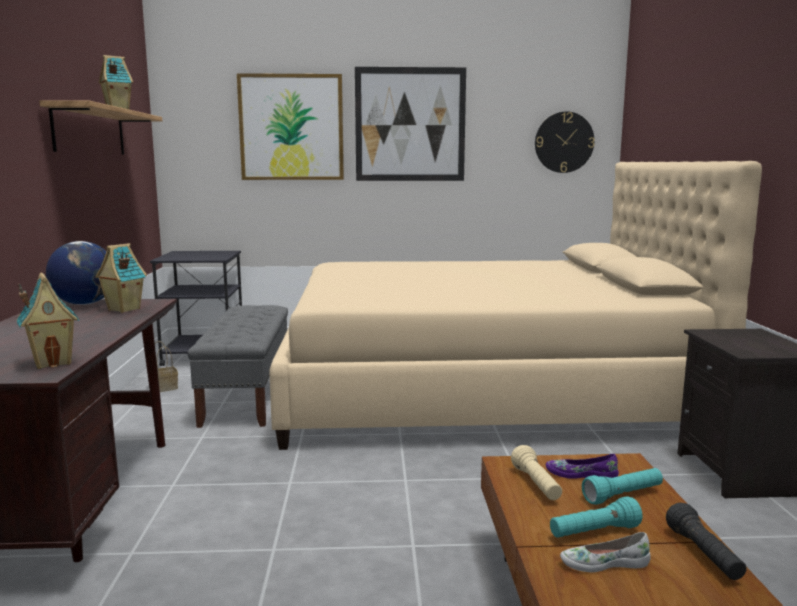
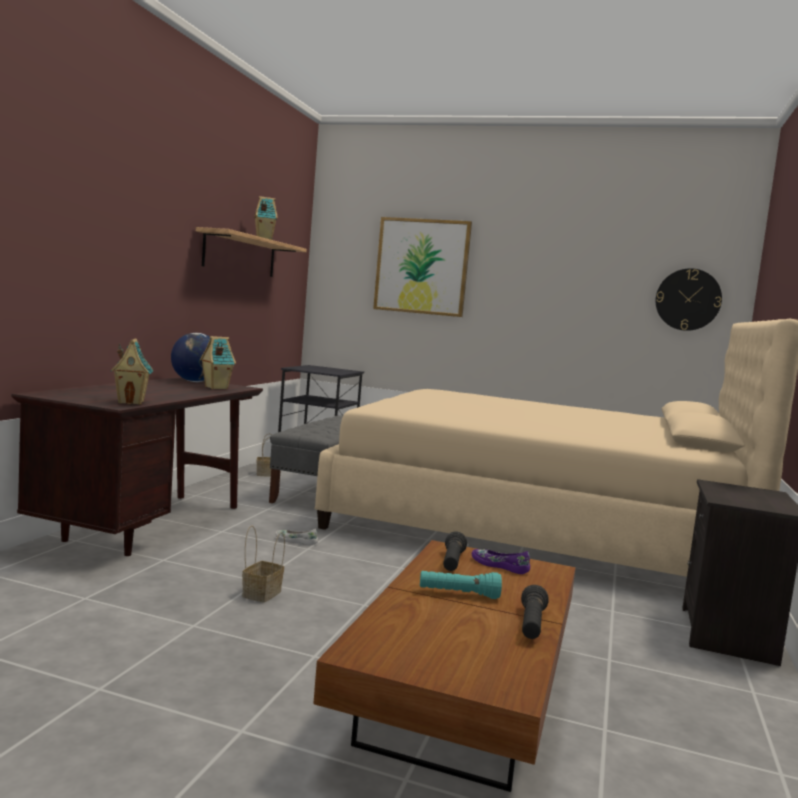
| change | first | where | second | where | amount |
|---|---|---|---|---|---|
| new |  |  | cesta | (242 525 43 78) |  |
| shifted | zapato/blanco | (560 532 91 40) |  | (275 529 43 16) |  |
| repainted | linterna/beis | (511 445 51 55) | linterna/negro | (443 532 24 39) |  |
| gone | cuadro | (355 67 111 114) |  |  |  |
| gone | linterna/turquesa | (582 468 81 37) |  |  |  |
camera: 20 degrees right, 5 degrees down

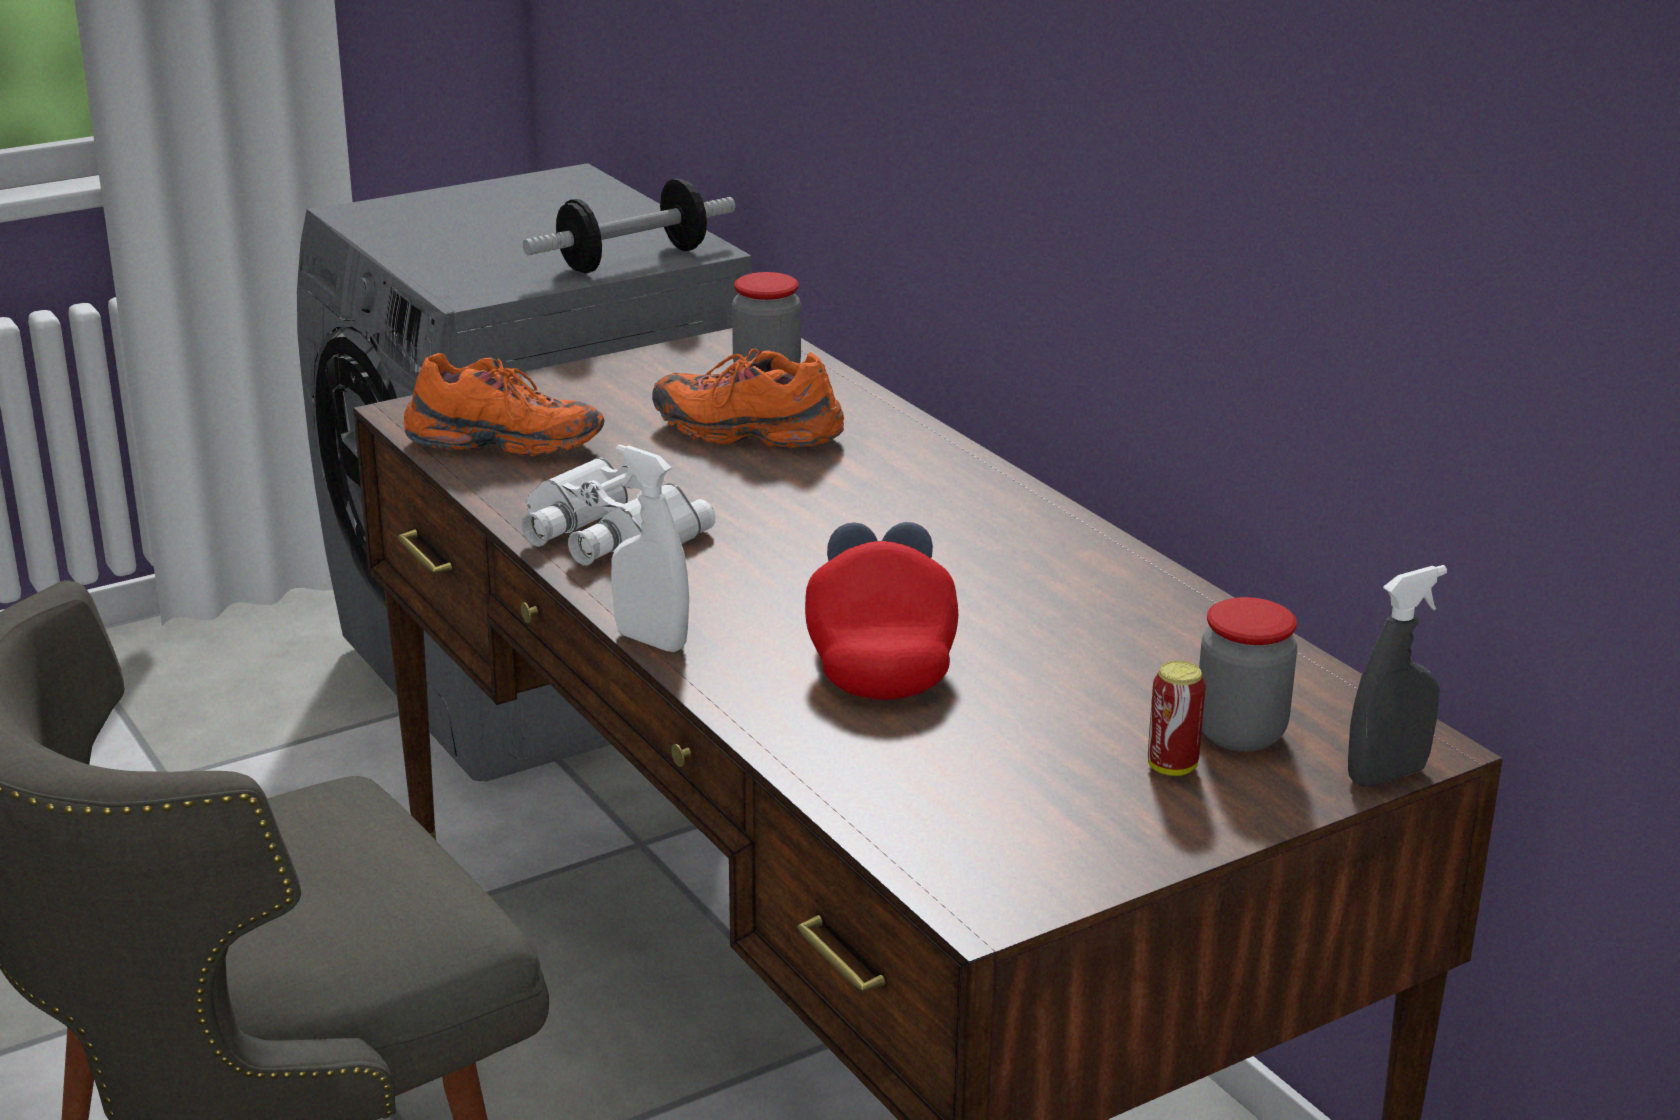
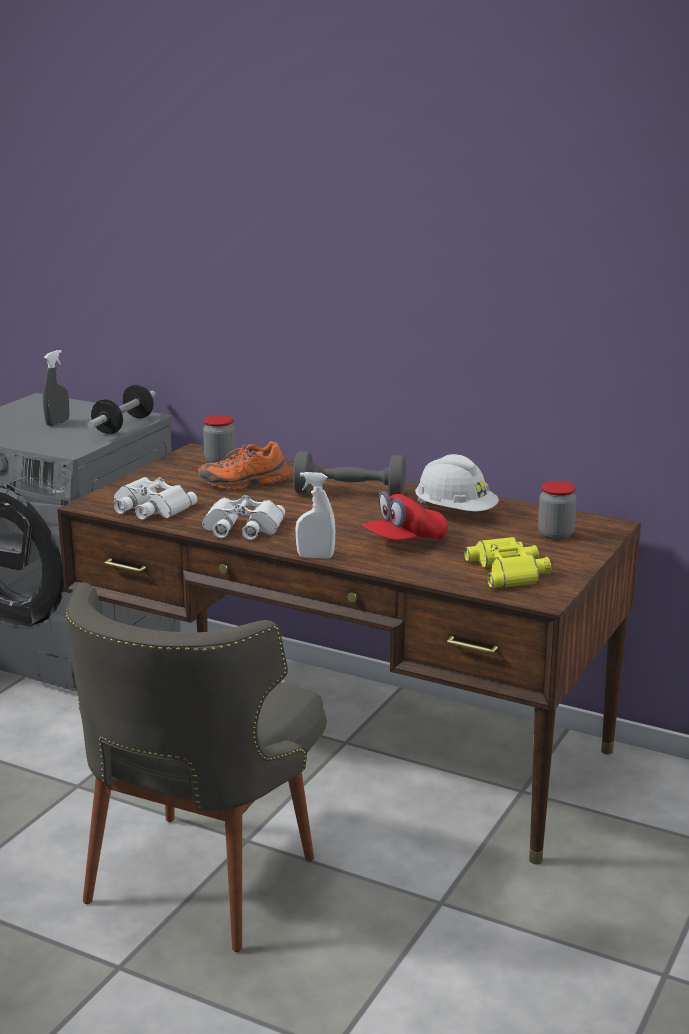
| change | first | where | second | where | amount |
|---|---|---|---|---|---|
| shifted | pulverizador/gris | (1348 565 99 221) |  | (43 350 26 76) |  |
| swapped | zapato/naranja | (404 353 200 103) | prismáticos/blanco | (113 477 84 43) |  |
| new |  |  | mancuerna/gris | (293 451 113 45) |  |
| rotated | gorra/rojo | (805 522 153 178) |  | (362 491 86 50) | 90 degrees counterclockwise |
| new |  |  | casco/blanco | (415 454 84 58) |  |
| new |  |  | prismáticos/amarillo | (464 537 87 51) |  |
| gone | lata | (1148 661 58 115) |  |  |  |
camera: 30 degrees left, 5 degrees down

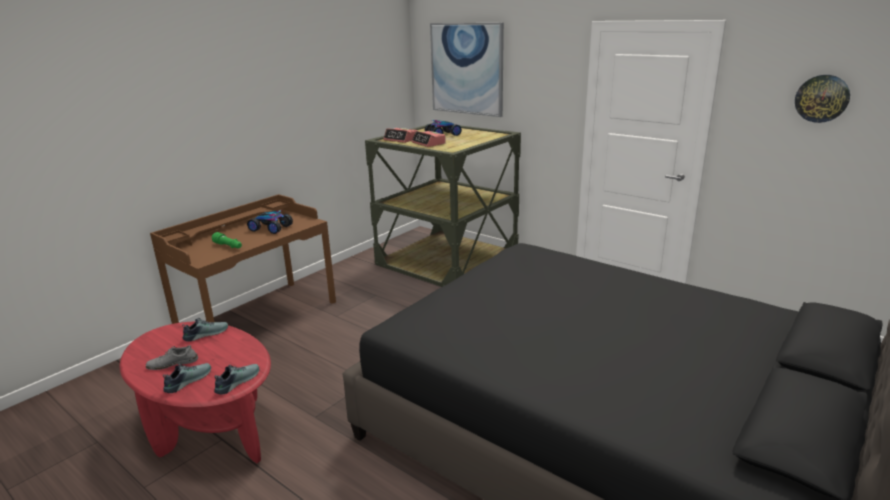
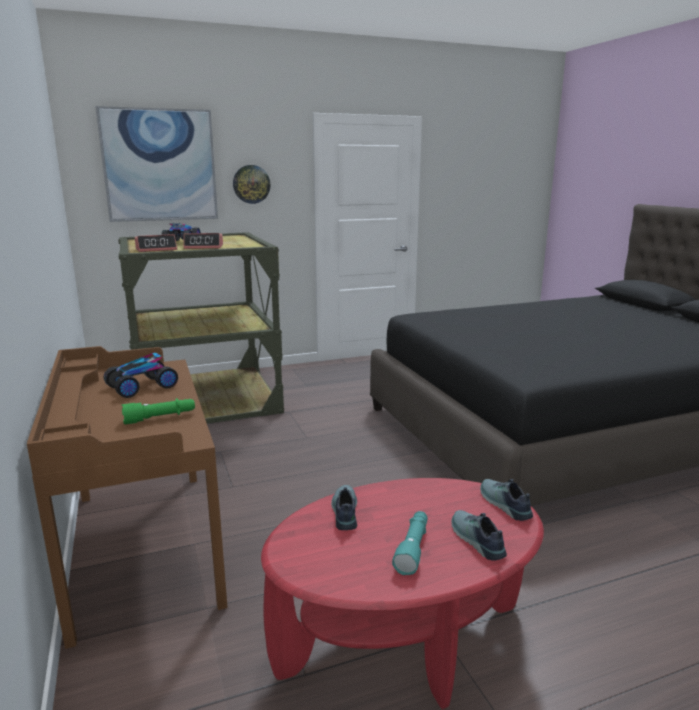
| change | first | where | second | where | amount |
|---|---|---|---|---|---|
| shifted | reloj de pared | (795 75 55 48) |  | (233 165 38 39) |  |
| swapped | zapato/gris | (146 345 52 25) | linterna/turquesa | (392 511 36 64) |  |
camera: 60 degrees left, 5 degrees down

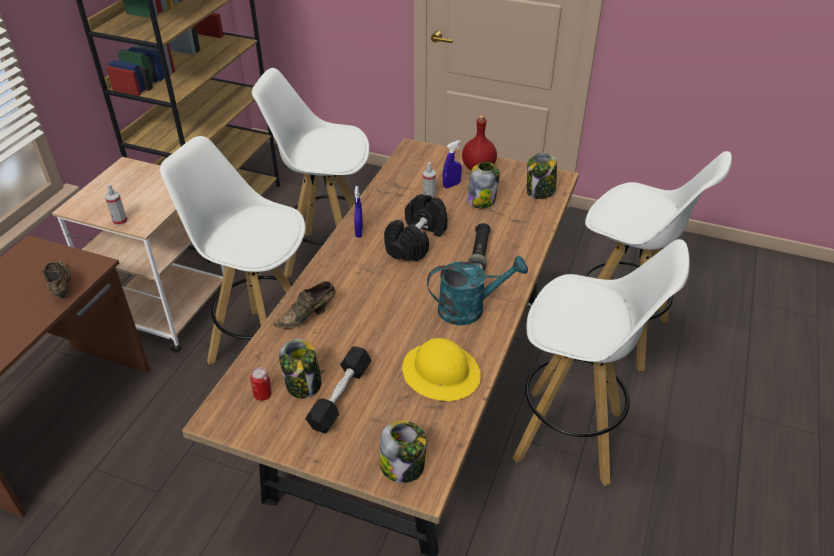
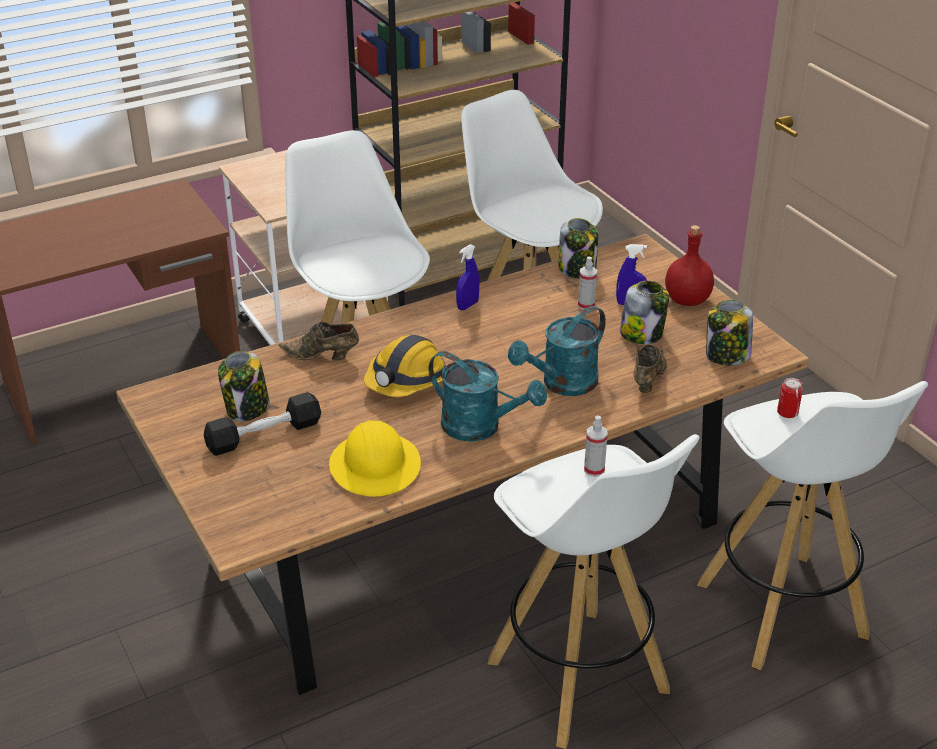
| change | first | where | second | where | amount |
|---|---|---|---|---|---|
| new |  |  | casco | (364 335 82 62) |  |
| swapped | linterna/negro | (468 223 23 48) | regadera/turquesa | (508 306 98 90) |  |
| shifted | tarro | (380 421 47 62) |  | (558 218 40 61) |  |
| shifted | pulverizador | (105 184 22 42) |  | (584 416 23 61) |  |
| shifted | zapato/marrón | (42 260 30 39) |  | (634 344 33 49) |  |
| shifted | lata | (250 367 22 34) |  | (777 378 26 40) |  |
| gone | mancuerna/negro | (384 194 63 68) |  |  |  |
camera: 40 degrees right, 5 degrees down

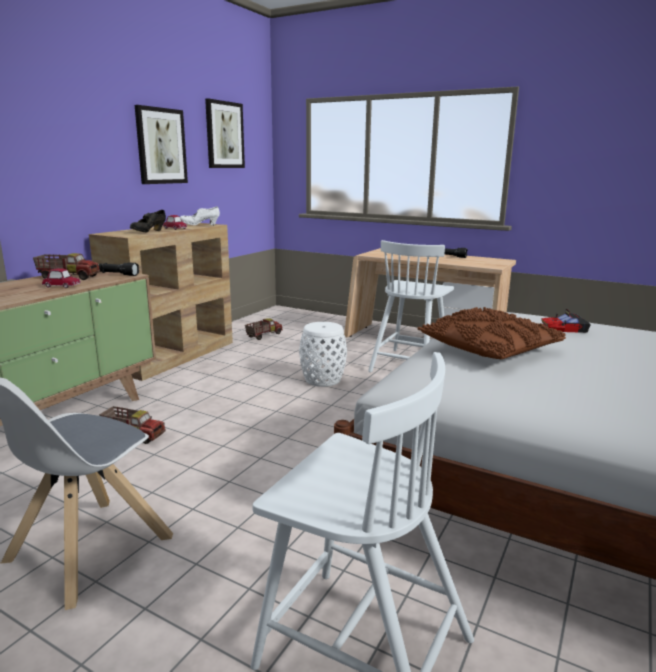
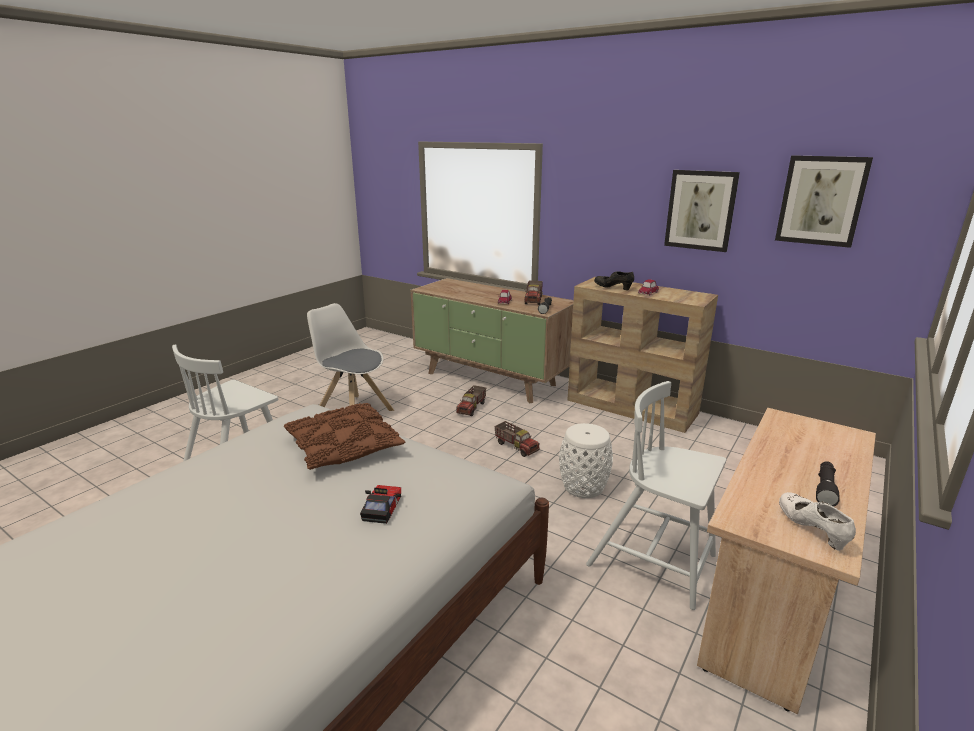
| change | first | where | second | where | amount |
|---|---|---|---|---|---|
| shifted | camión de juguete | (245 318 37 22) |  | (494 421 46 36) |  |
| shifted | zapato/blanco | (180 206 40 19) |  | (779 492 77 59) |  |
camera: 95 degrees right, 5 degrees up

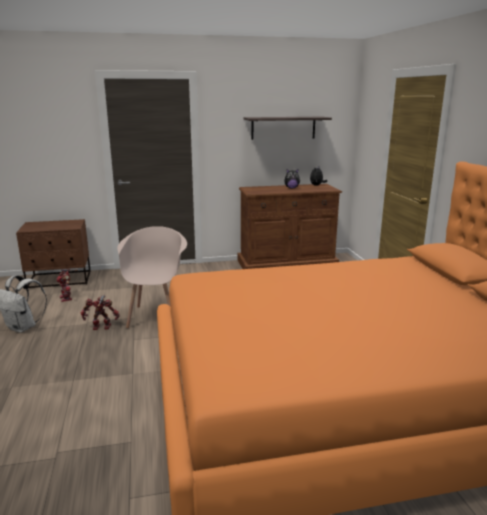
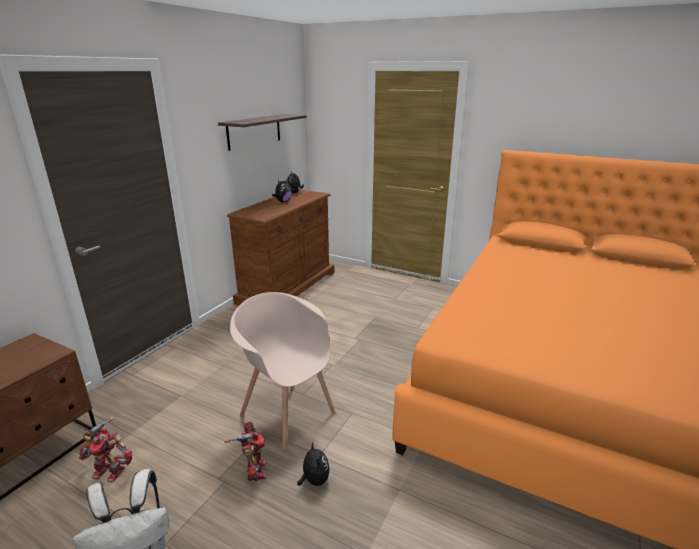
| change | first | where | second | where | amount |
|---|---|---|---|---|---|
| rotated | robot de juguete | (80 295 39 35) |  | (224 422 42 59) | 135 degrees clockwise |
| new |  |  | peluche | (297 443 33 43) |  |
camera: 50 degrees left, 5 degrees up

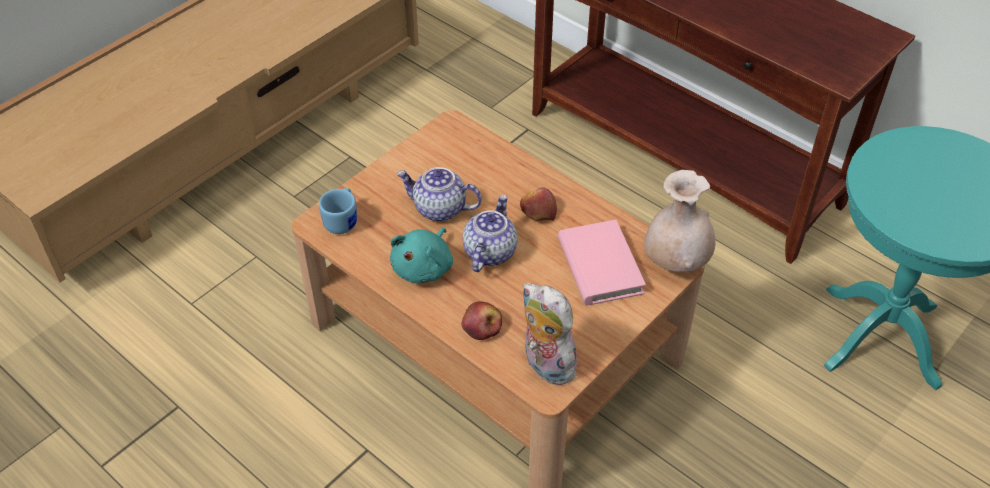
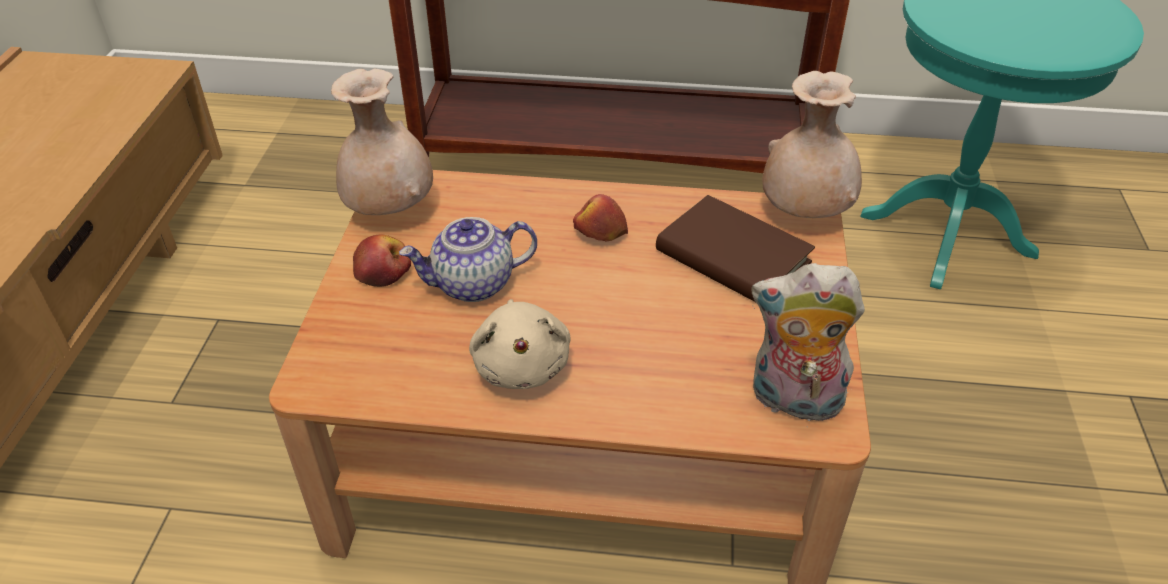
| change | first | where | second | where | amount |
|---|---|---|---|---|---|
| new |  |  | florero/beis | (331 69 102 146) |  |
| shifted | manzana | (462 301 40 39) |  | (353 234 58 53) |  |
| repainted | peluche/turquesa | (390 228 63 55) | peluche/beis | (469 299 102 90) |  |
| repainted | libro/rosa | (558 220 88 86) | libro/marrón | (656 195 159 107) |  |
| gone | taza grande/azul | (319 188 38 46) |  |  |  |
| gone | tetera | (463 195 54 77) |  |  |  |
camera: 35 degrees left, 5 degrees down

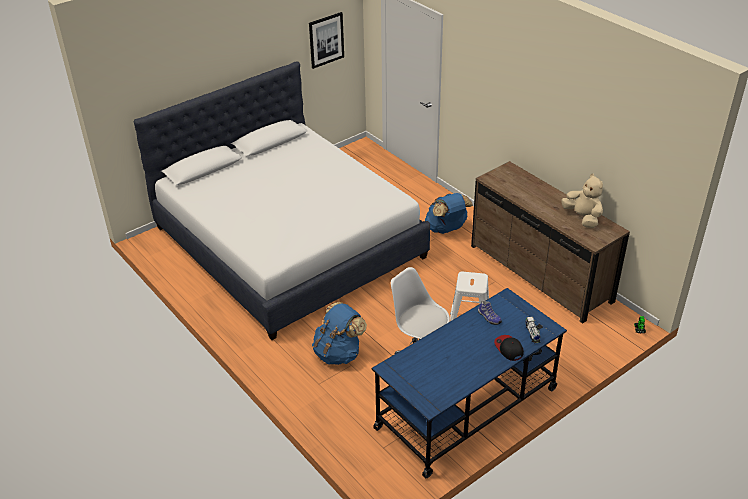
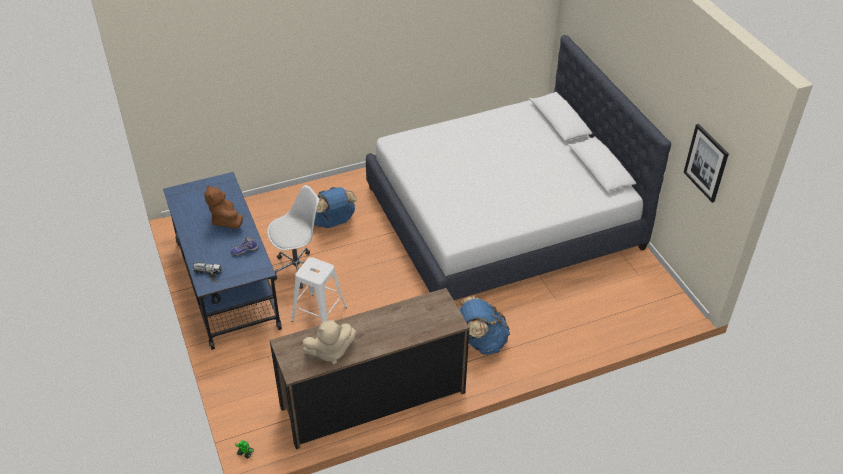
| change | first | where | second | where | amount |
|---|---|---|---|---|---|
| new |  |  | peluche/marrón | (204 184 39 44) |  |
| gone | gorra | (494 335 30 26) |  |  |  |
camera: 105 degrees right, 5 degrees up

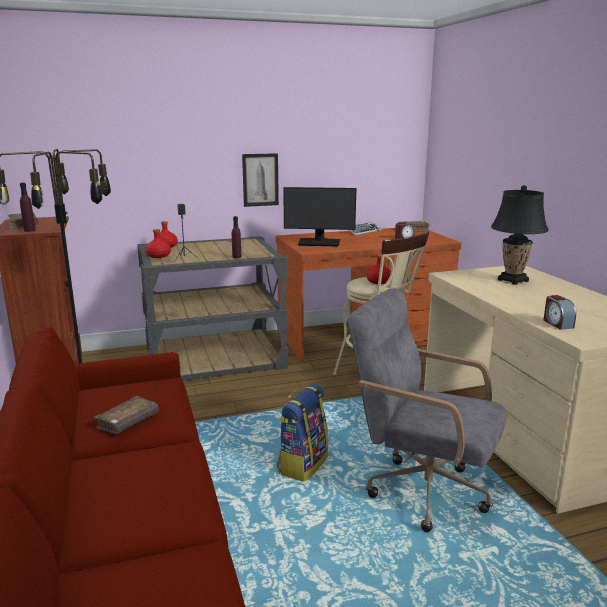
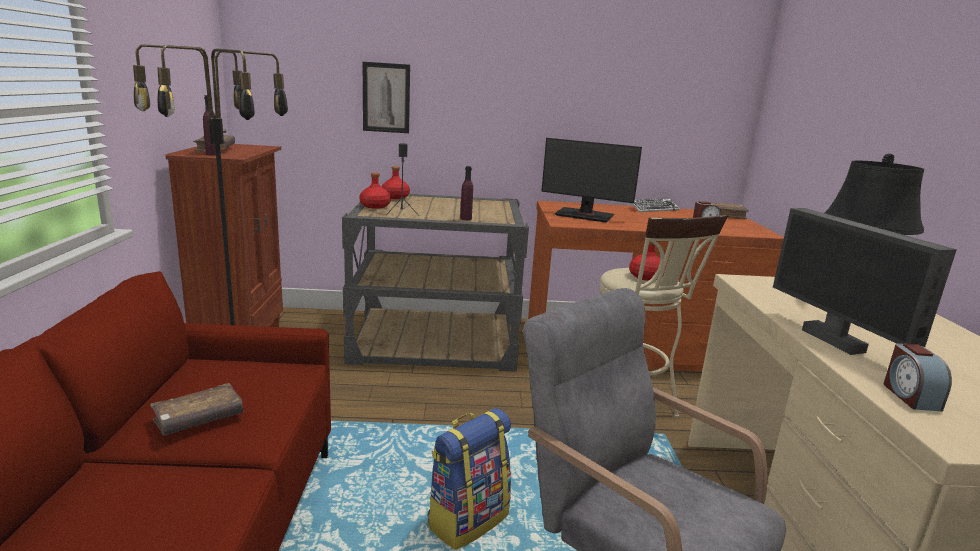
| change | first | where | second | where | amount |
|---|---|---|---|---|---|
| shifted | cuadro | (242 153 37 54) |  | (363 62 47 71) |  |
| new |  |  | monitor | (773 208 184 147) |  |
camera: 15 degrees right, 0 degrees up

